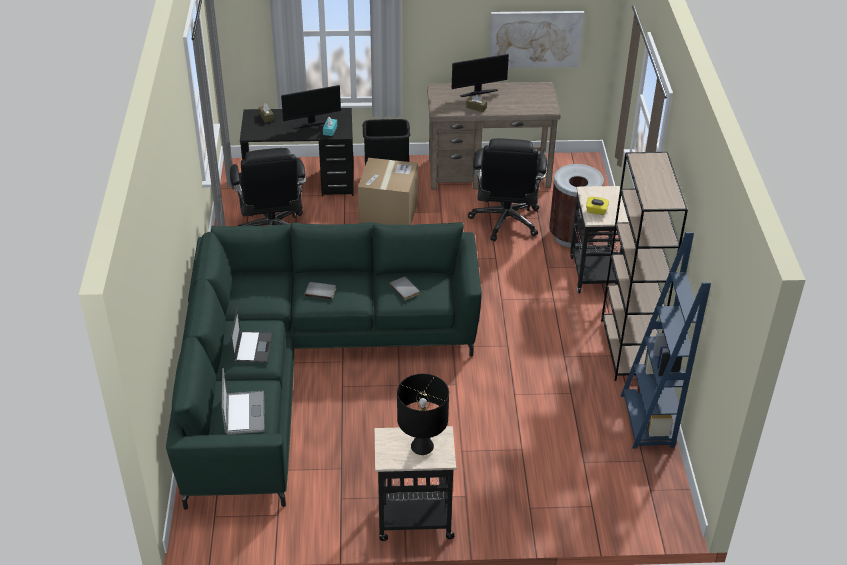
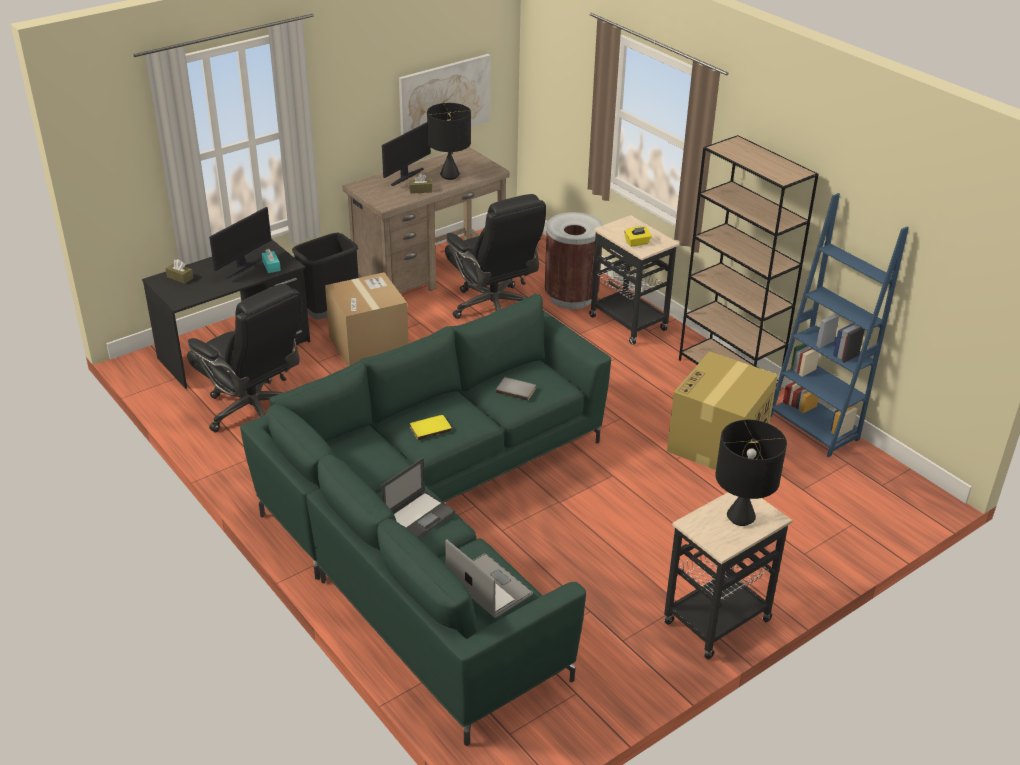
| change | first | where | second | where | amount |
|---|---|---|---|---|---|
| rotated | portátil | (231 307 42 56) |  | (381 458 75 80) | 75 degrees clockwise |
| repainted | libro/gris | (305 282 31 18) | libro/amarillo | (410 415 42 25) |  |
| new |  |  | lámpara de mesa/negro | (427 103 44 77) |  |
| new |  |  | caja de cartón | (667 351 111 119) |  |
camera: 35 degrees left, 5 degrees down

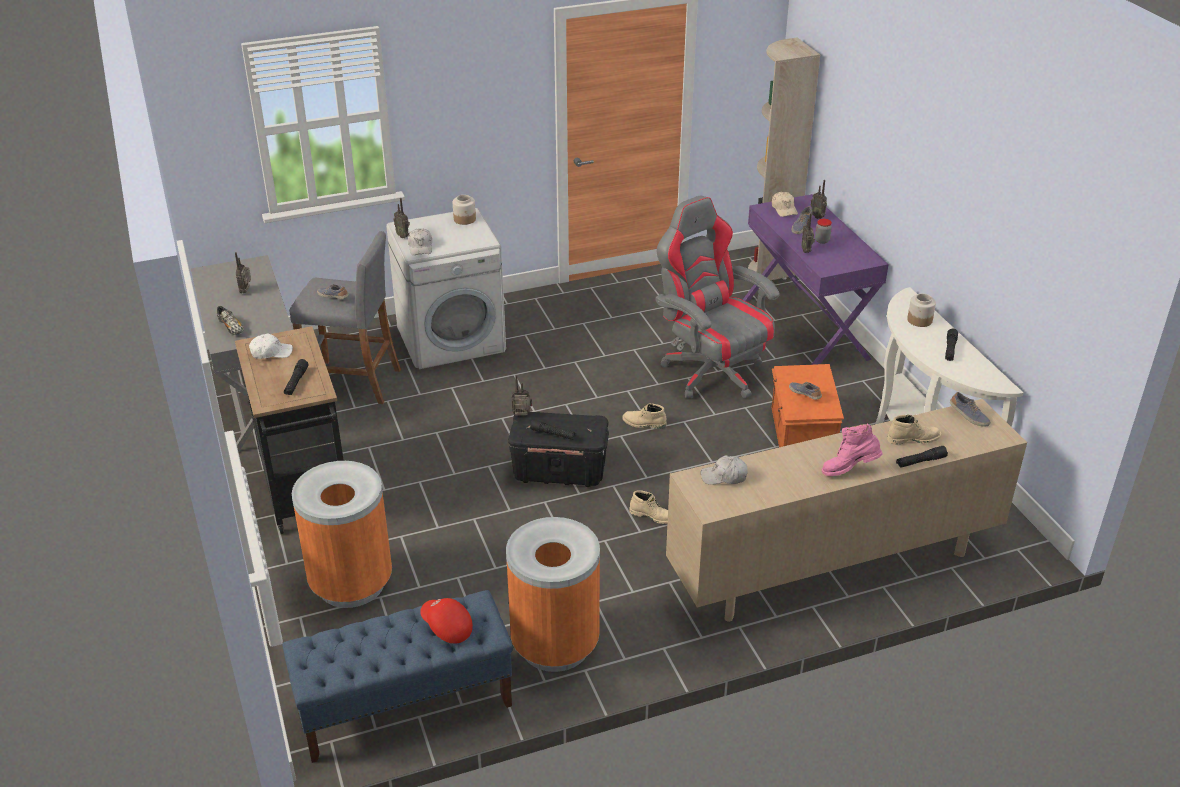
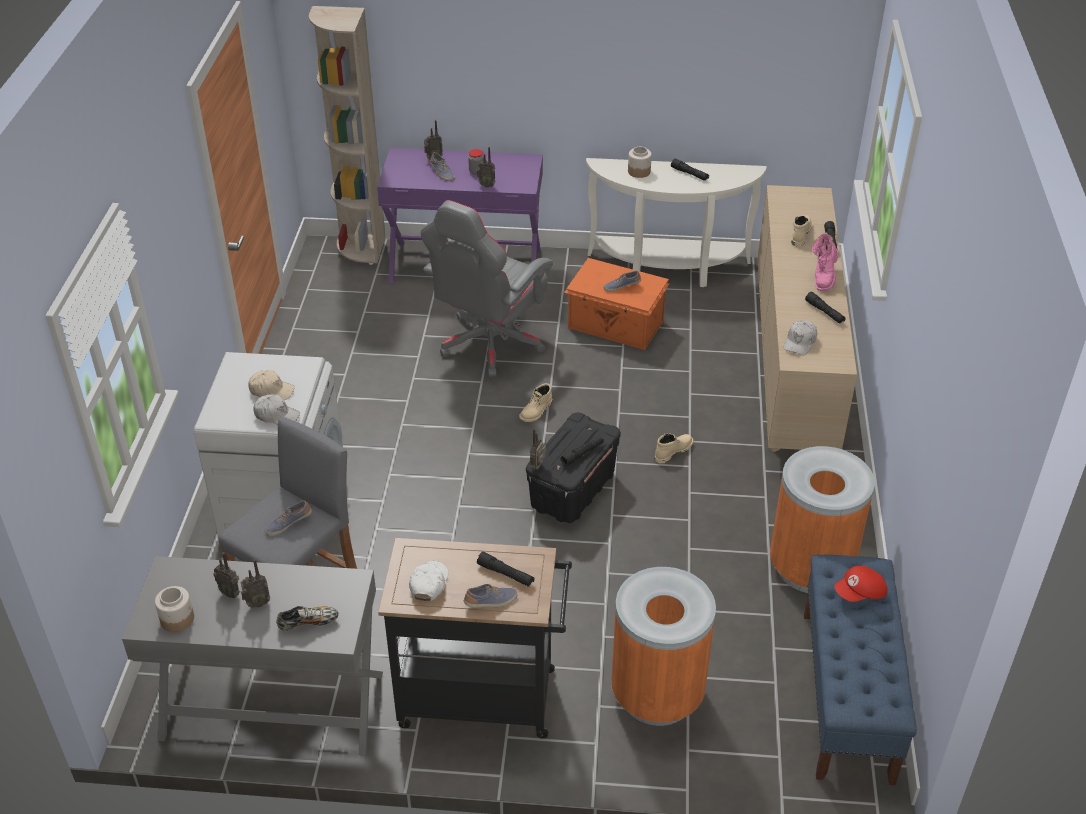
| change | first | where | second | where | amount |
|---|---|---|---|---|---|
| shifted | tarro | (453 195 23 30) |  | (155 586 39 46) |  |
| shifted | radio | (393 198 17 40) |  | (240 559 30 49) |  |
| shifted | gorra/beis | (772 192 26 25) |  | (249 370 46 30) |  |
| rotated | silla de oficina/gris | (655 195 125 203) |  | (421 200 132 177) | 45 degrees counterclockwise |
| shifted | zapato | (950 392 41 35) |  | (464 584 53 24) |  |
| new |  |  | linterna/negro | (805 292 41 32) |  |
camera: 65 degrees left, 5 degrees up

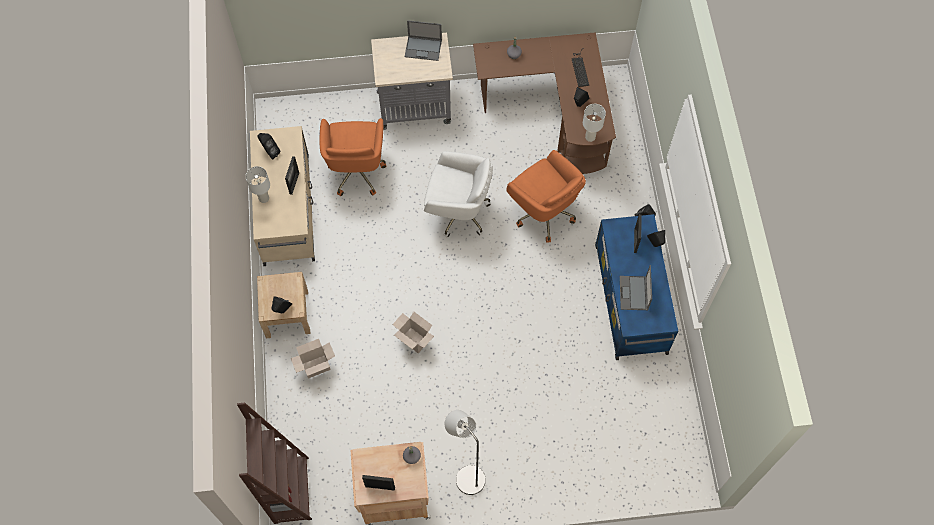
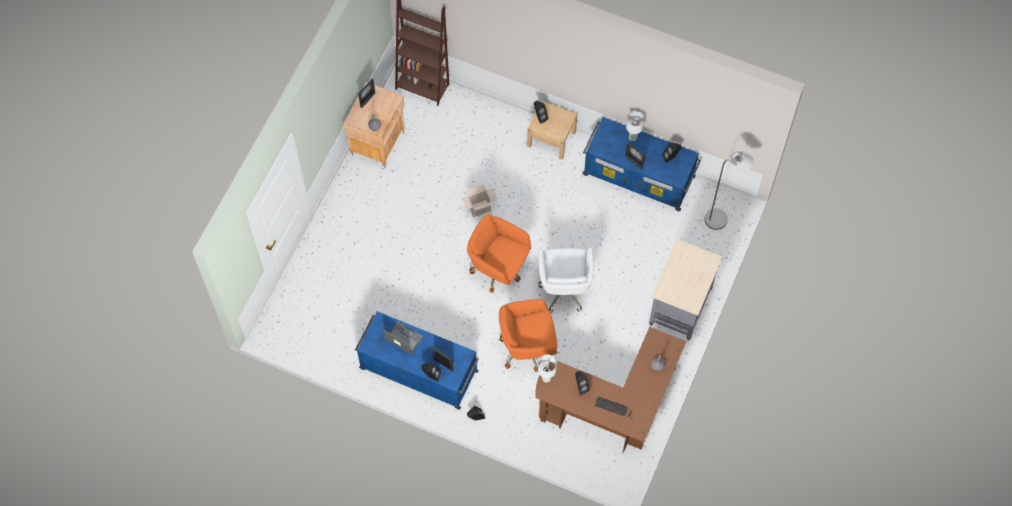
| change | first | where | second | where | amount |
|---|---|---|---|---|---|
| shifted | silla de oficina/naranja | (320 118 66 78) |  | (467 214 64 79) |  |
| rotated | silla de oficina/blanco | (424 151 69 87) |  | (538 247 56 66) | 45 degrees counterclockwise |
| repainted | armario/beis | (250 126 65 140) | armario/azul | (583 117 118 94) |  |
| shifted | lámpara de pie/gris | (445 410 41 85) |  | (704 150 49 80) |  |
| gone | caja de cartón | (291 339 44 40) |  |  |  |
| gone | portátil | (405 20 37 41) |  |  |  |
camera: 120 degrees right, 0 degrees up

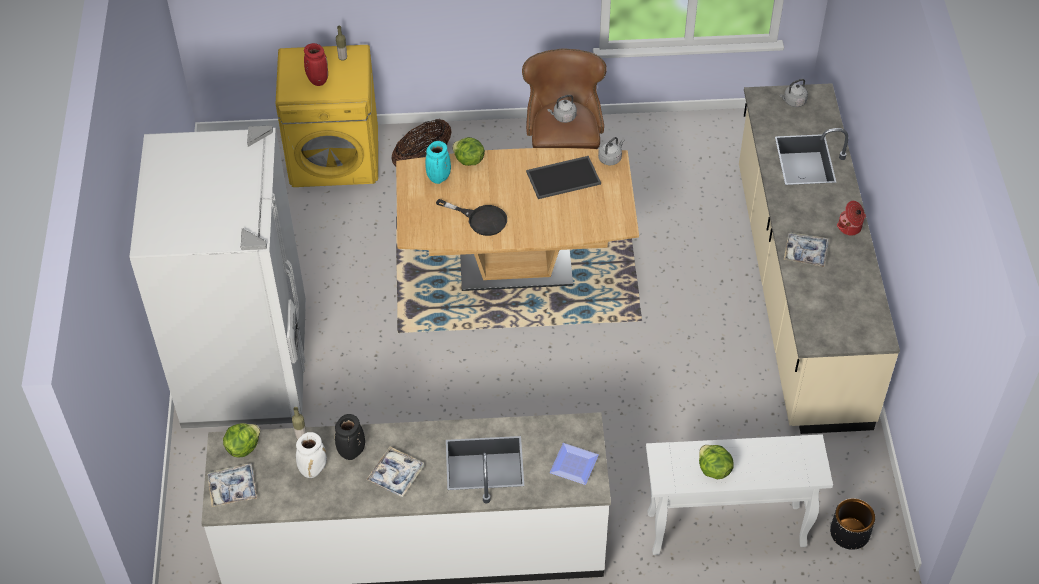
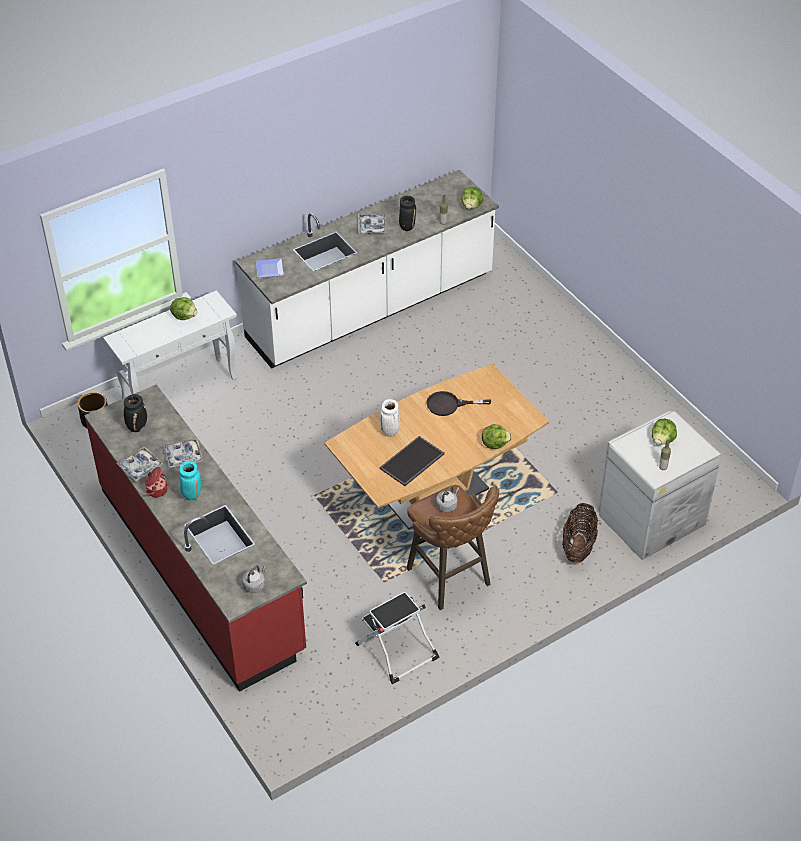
| change | first | where | second | where | amount |
|---|---|---|---|---|---|
| repainted | mueble bajo de cocina/beis | (739 83 161 351) | mueble bajo de cocina/rojo | (84 384 223 308) |  |
| shifted | bandeja | (207 463 50 44) |  | (117 446 46 36) |  |
| new |  |  | florero/negro | (124 394 23 38) |  |
| shifted | florero/turquesa | (425 141 26 43) |  | (179 461 22 40) |  |
| new |  |  | escalera de tijera | (355 592 85 92) |  |
| shifted | florero/blanco | (296 432 31 46) |  | (380 399 20 38) |  |
| repainted | lavadora/amarillo | (276 45 102 142) | lavadora/blanco | (598 411 124 149) |  |
| swapped | florero/rojo | (304 43 24 43) | lechuga | (652 418 25 27) |  |
| gone | nevera/blanco | (129 125 177 304) |  |  |  |
| gone | hervidor/gris | (598 137 27 28) |  |  |  |
camera: 150 degrees right, 5 degrees down

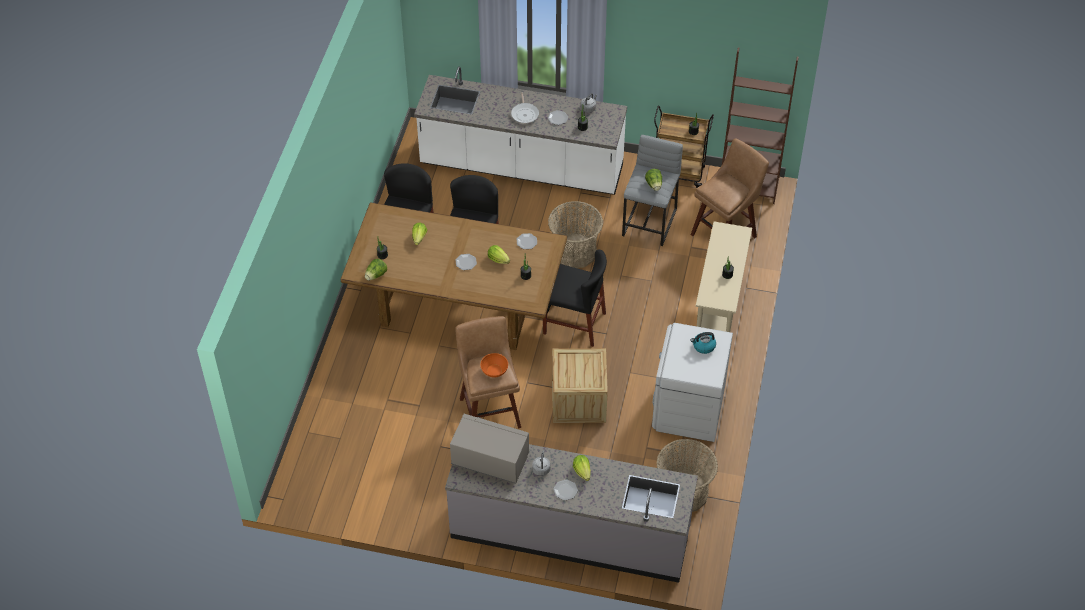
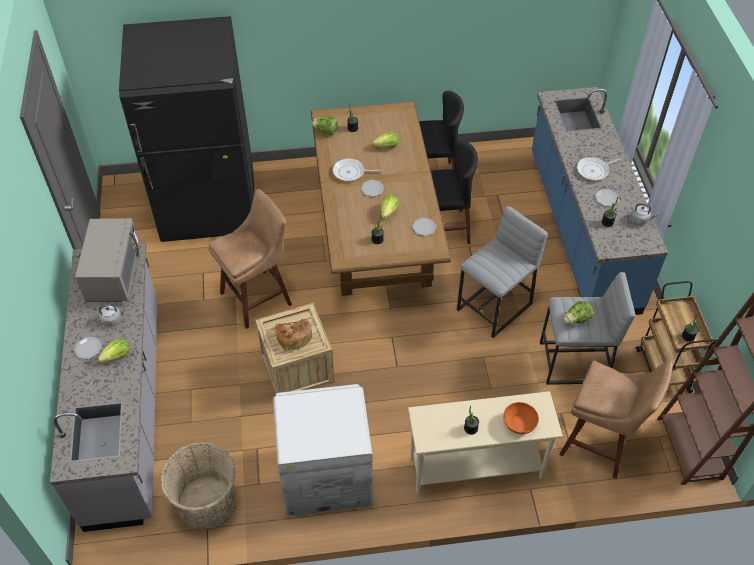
| change | first | where | second | where | amount |
|---|---|---|---|---|---|
| new |  |  | nevera/negro | (119 16 136 226) |  |
| new |  |  | pan | (275 319 37 32) |  |
| new |  |  | sartén | (333 158 49 23) |  |
| swapped | cesta | (548 201 55 67) | taburete/gris | (457 206 91 132) |  |
| shifted | cuenco/naranja | (480 353 28 25) |  | (503 402 36 32) |  |
| repainted | mueble bajo de cocina/blanco | (414 67 213 128) | mueble bajo de cocina/azul | (532 87 136 228) |  |
| gone | silla/negro | (543 250 64 97) |  |  |  |
| gone | hervidor | (691 332 25 22) |  |  |  |
camera: 70 degrees right, 0 degrees up

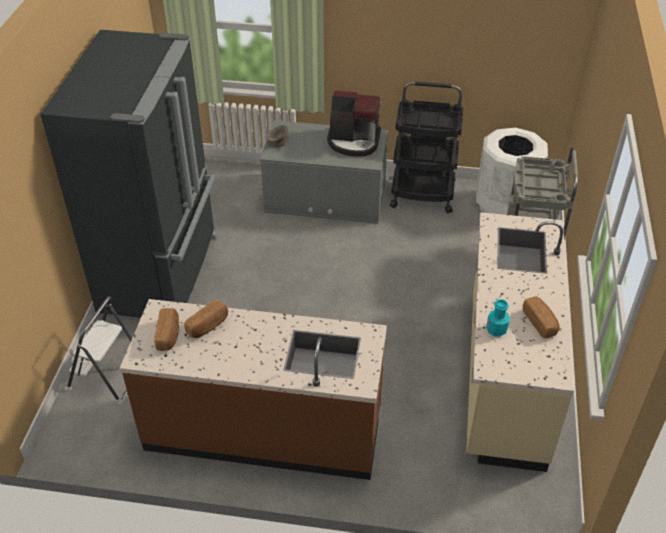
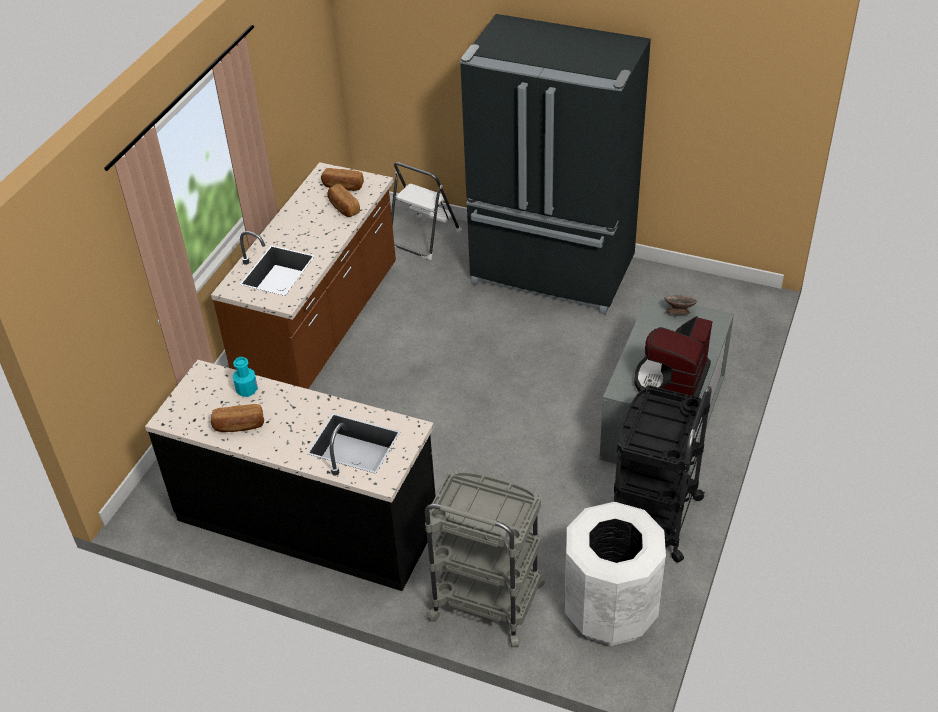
| change | first | where | second | where | amount |
|---|---|---|---|---|---|
| repainted | mueble bajo de cocina/beis | (466 212 108 260) | mueble bajo de cocina/negro | (145 360 291 231) |  |
camera: 105 degrees right, 0 degrees up

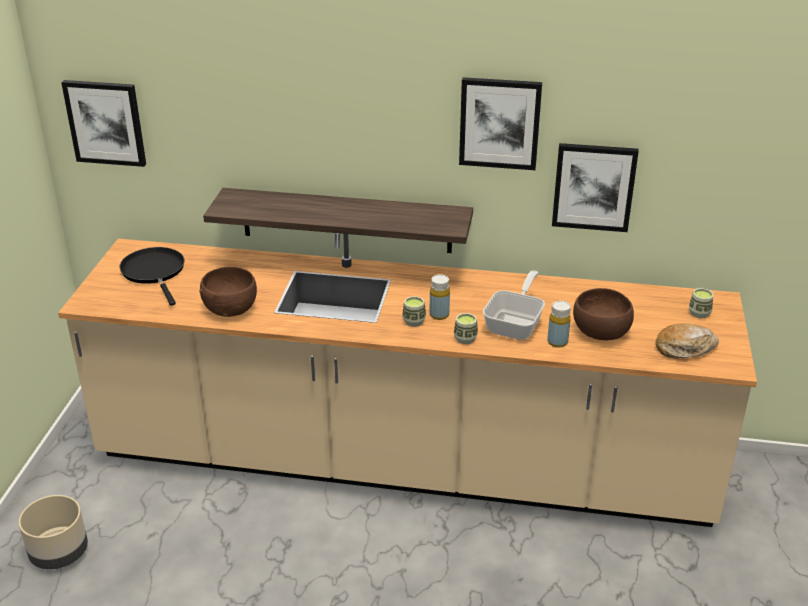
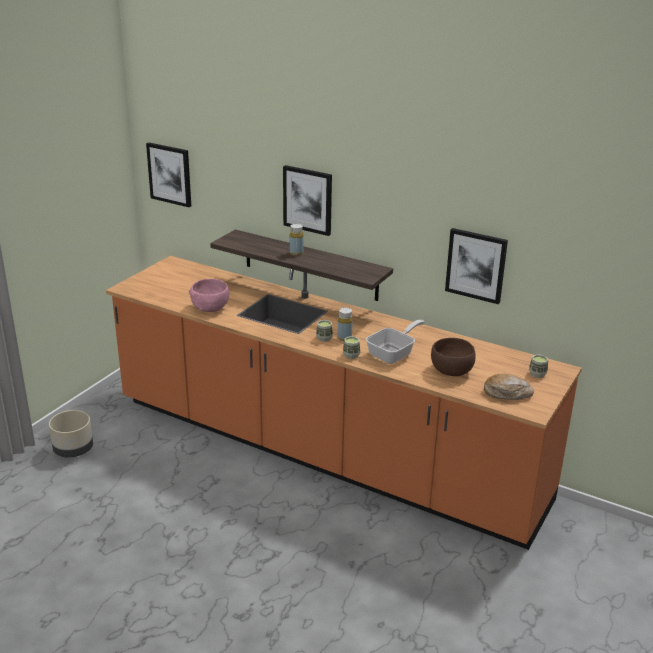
| change | first | where | second | where | amount |
|---|---|---|---|---|---|
| repainted | mueble bajo de cocina/beis | (58 233 699 294) | mueble bajo de cocina/naranja | (106 256 476 294) |  |
| repainted | cuenco/marrón | (200 266 57 51) | cuenco/rosa | (189 279 40 33) |  |
| shifted | cuadro | (459 77 83 93) |  | (283 165 49 71) |  |
| shifted | botella/amarillo | (547 301 24 47) |  | (290 224 13 32) |  |
| gone | sartén/negro | (119 247 65 59) |  |  |  |
camera: 20 degrees right, 5 degrees down

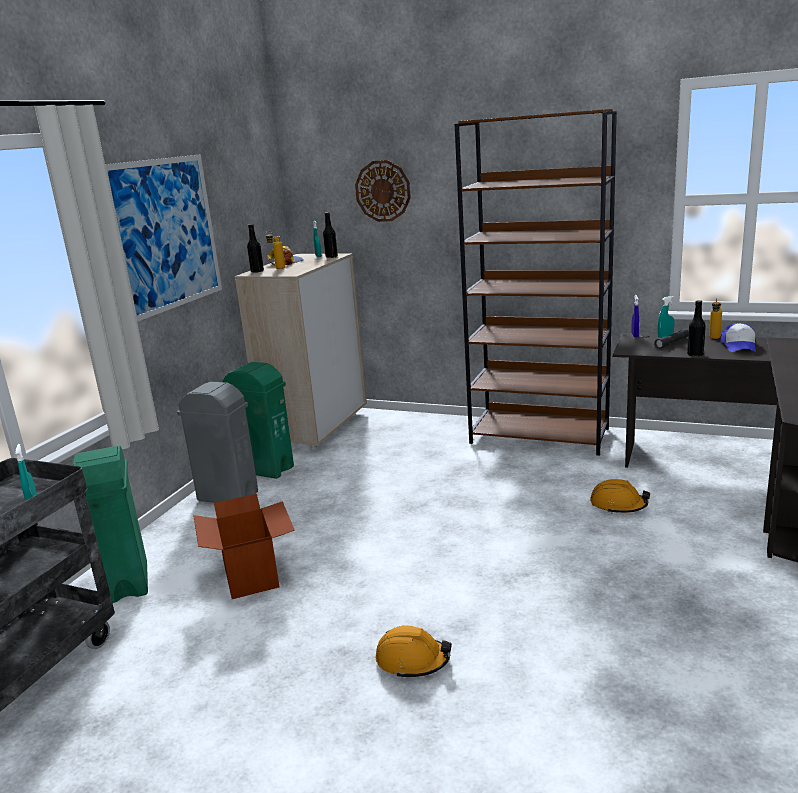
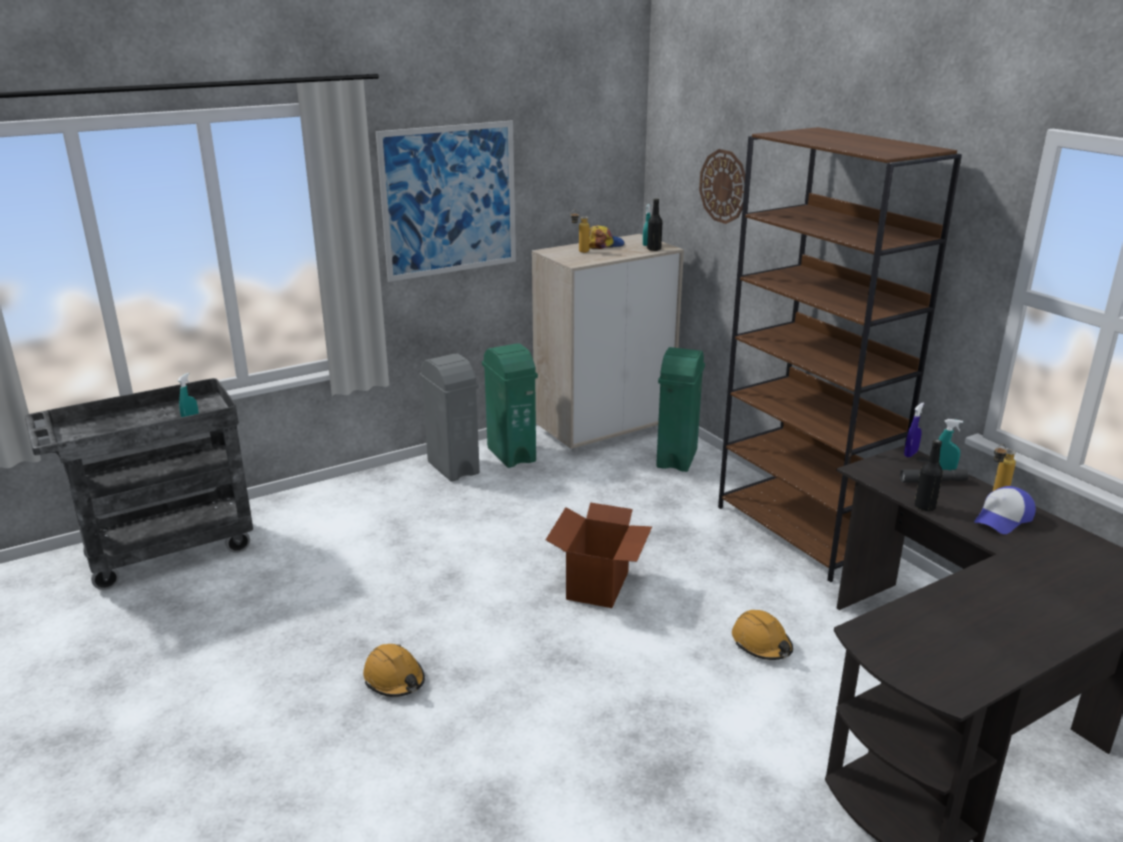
| change | first | where | second | where | amount |
|---|---|---|---|---|---|
| shifted | caja de cartón | (193 494 102 105) |  | (546 502 106 106) |  |
| shifted | papelera/verde | (73 446 75 157) |  | (656 347 49 125) |  |
| gone | botella/negro | (247 224 17 49) |  |  |  |
camera: 35 degrees right, 5 degrees up

